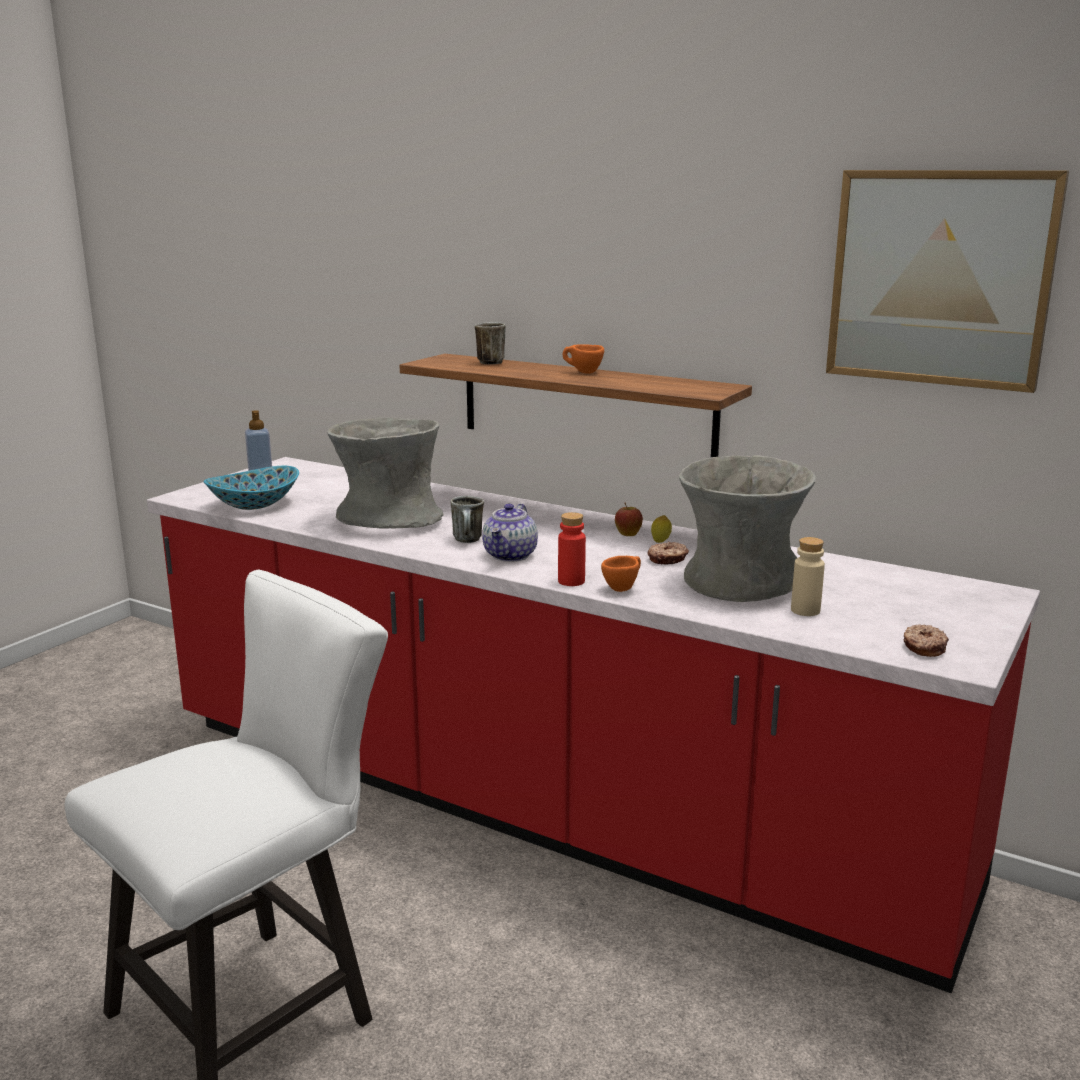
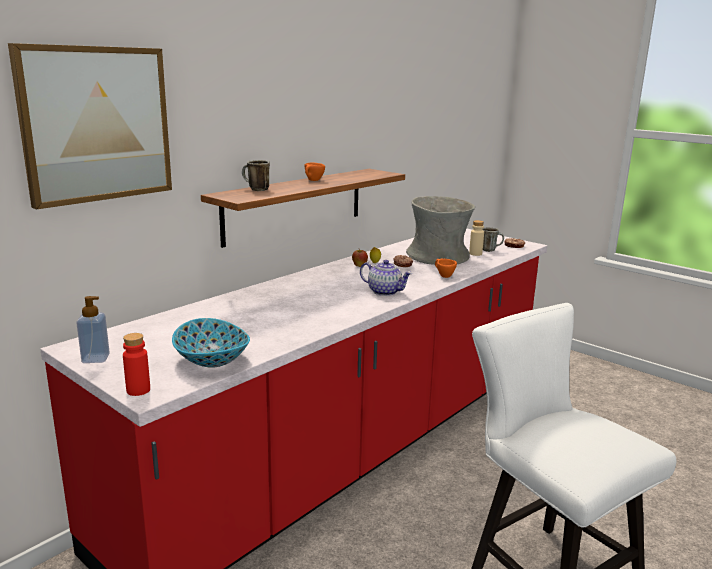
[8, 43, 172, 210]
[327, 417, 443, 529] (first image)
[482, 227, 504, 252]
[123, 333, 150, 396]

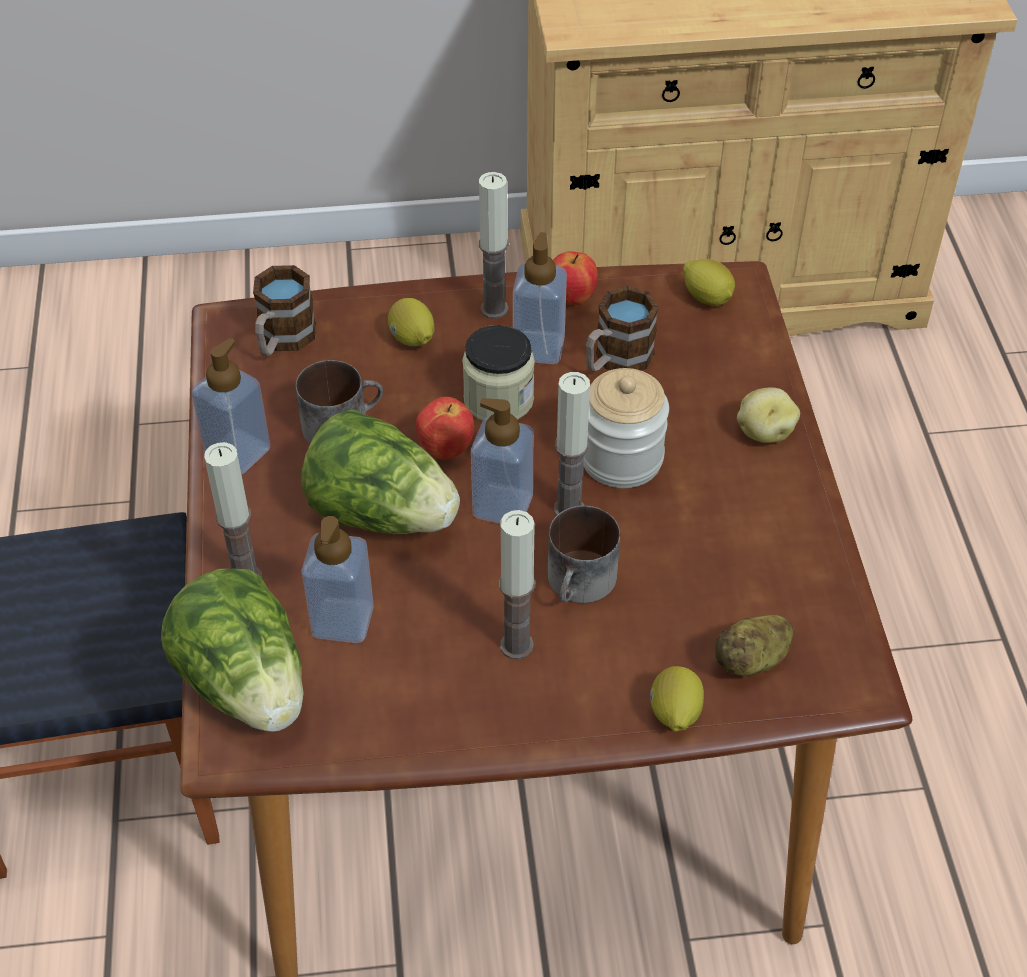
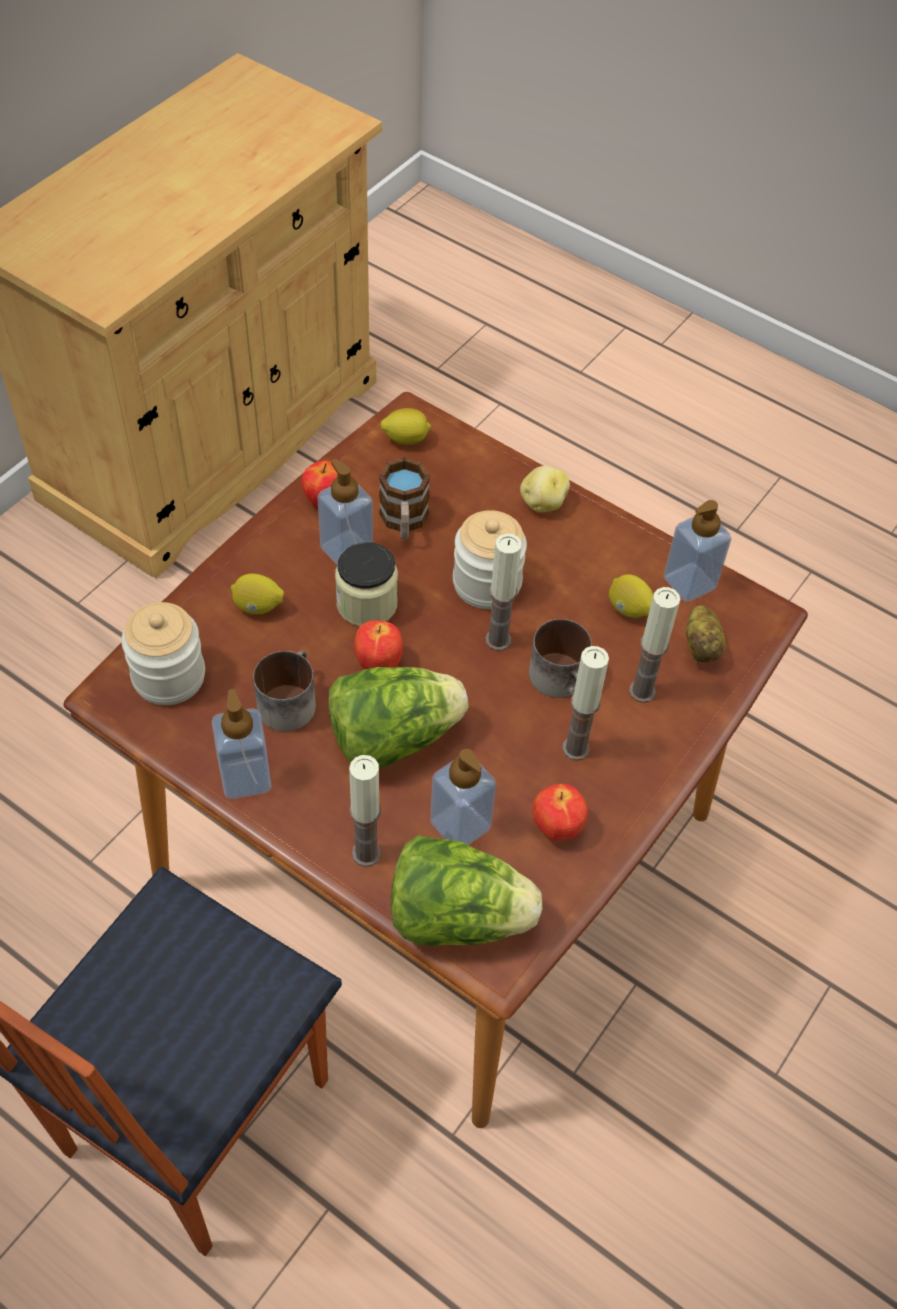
[629, 587, 681, 703]
[121, 602, 205, 705]
[664, 500, 731, 602]
[609, 574, 653, 618]
[532, 784, 588, 841]

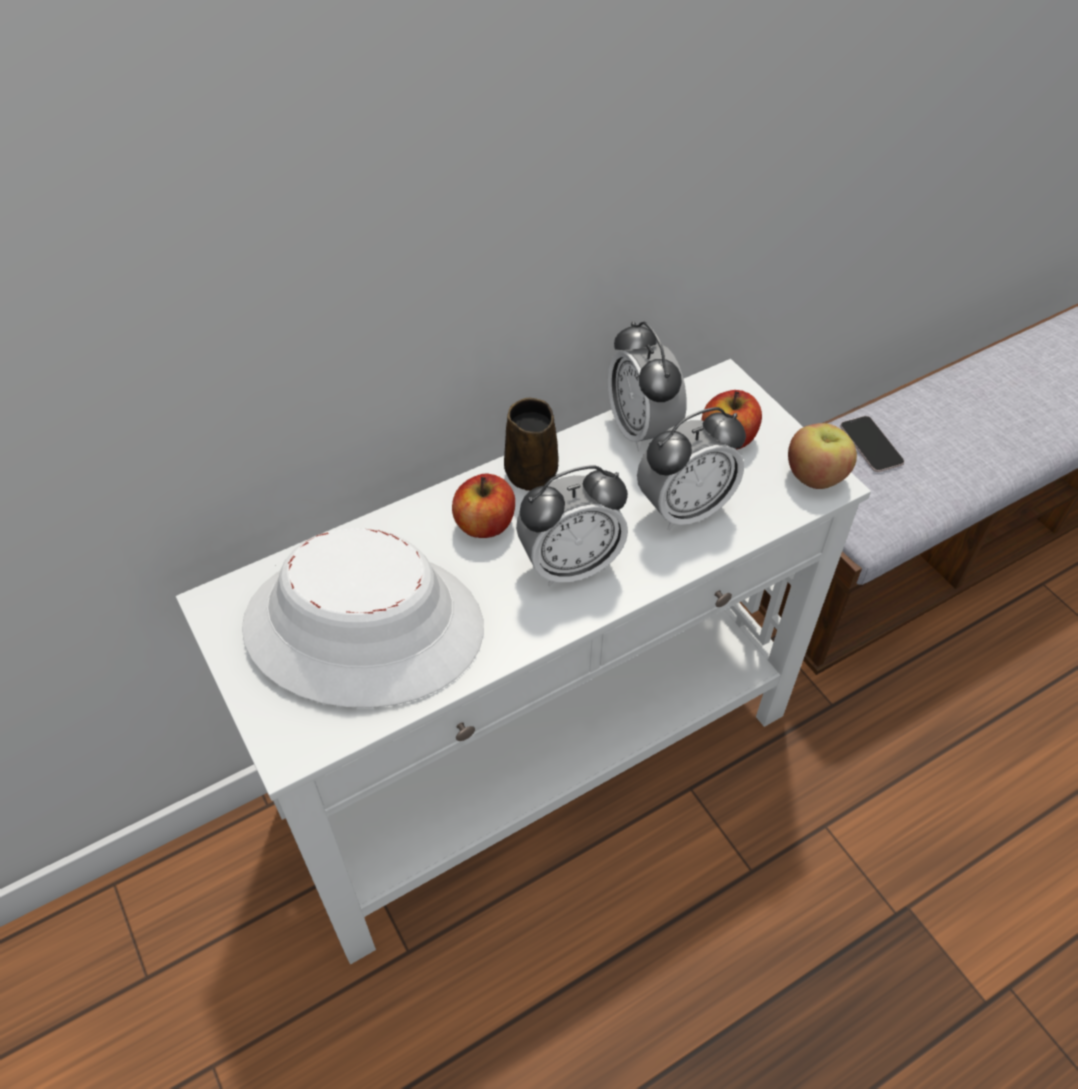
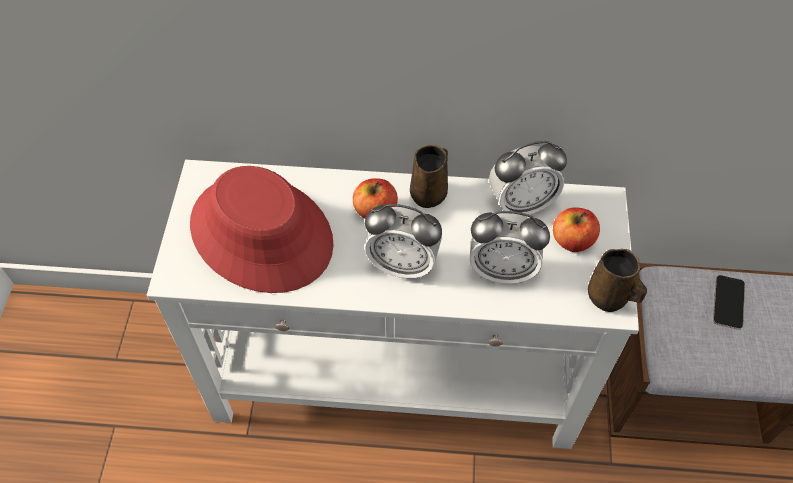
[489, 141, 567, 215]
[588, 249, 647, 312]
[190, 166, 334, 293]

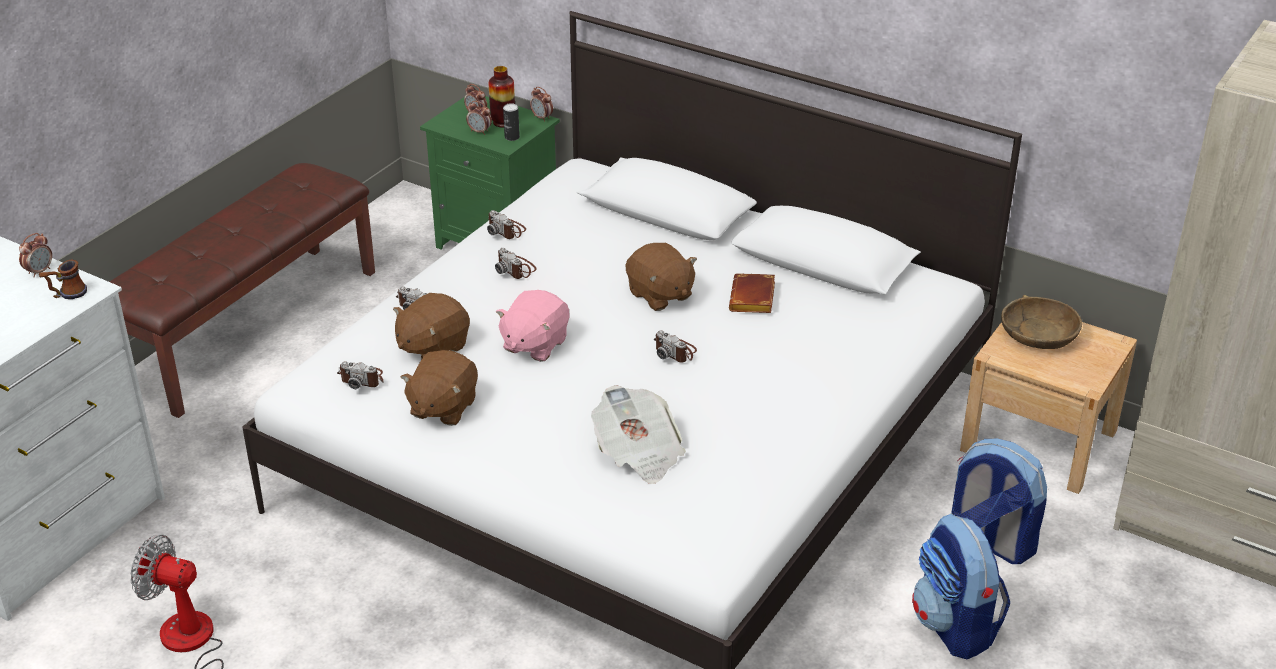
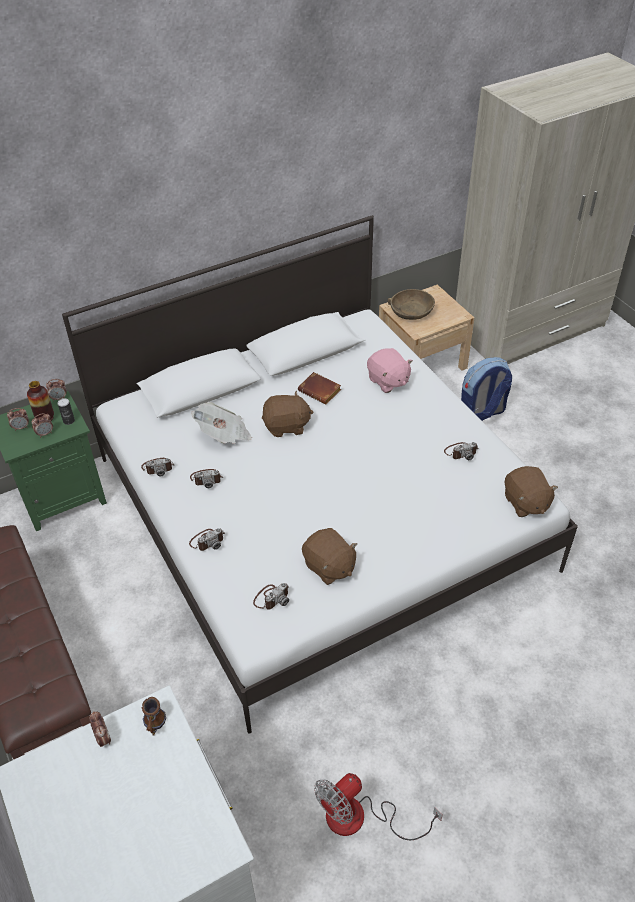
[367, 348, 413, 393]
[505, 466, 558, 517]
[444, 442, 478, 460]
[191, 402, 252, 444]
[912, 513, 1010, 659] (first image)

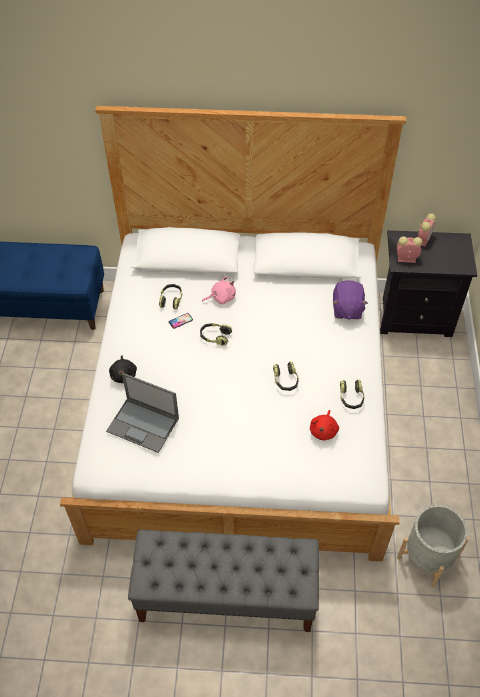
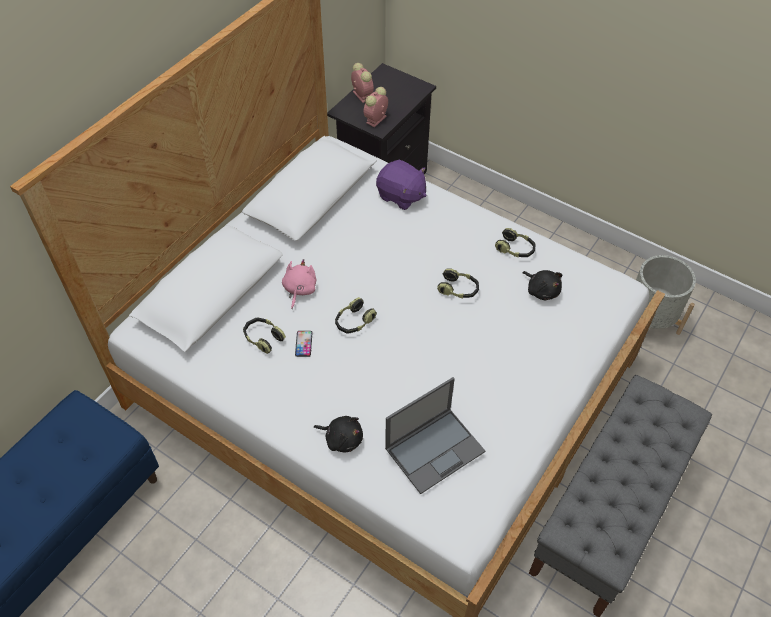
[522, 270, 562, 300]

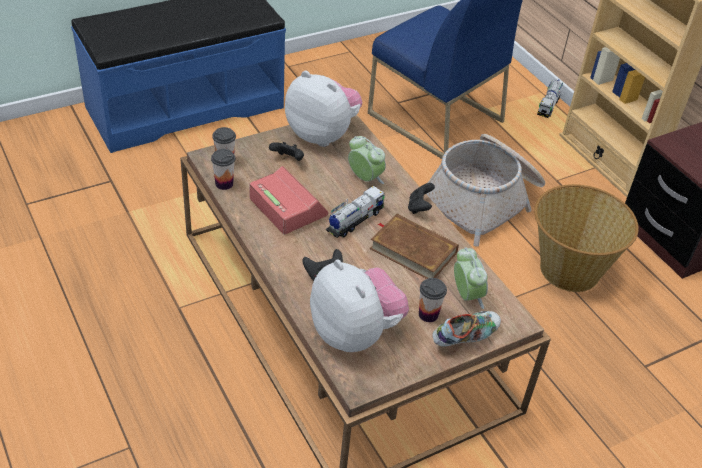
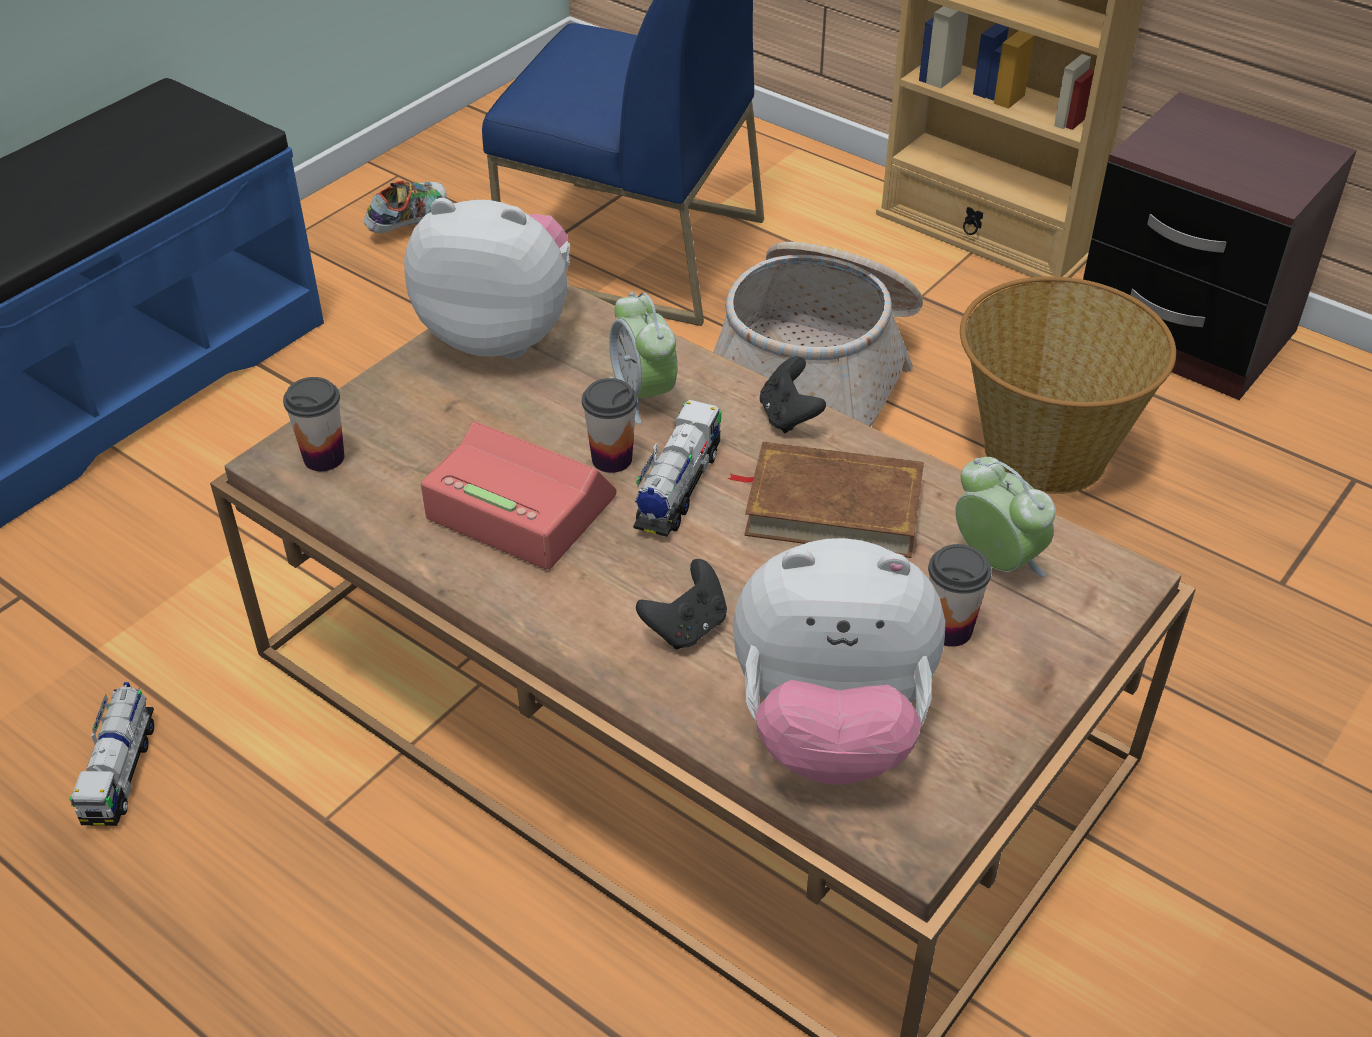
[70, 682, 154, 826]
[609, 292, 677, 424]
[269, 142, 304, 161] (first image)
[582, 378, 637, 473]
[733, 538, 945, 785]
[364, 180, 447, 233]

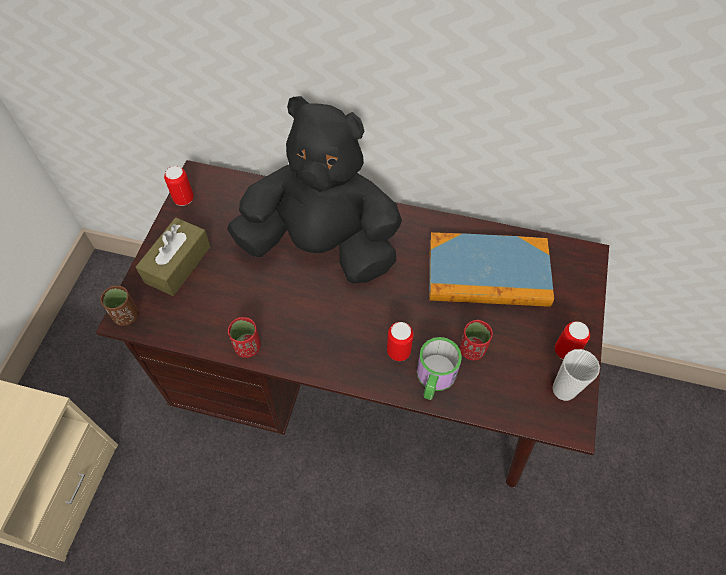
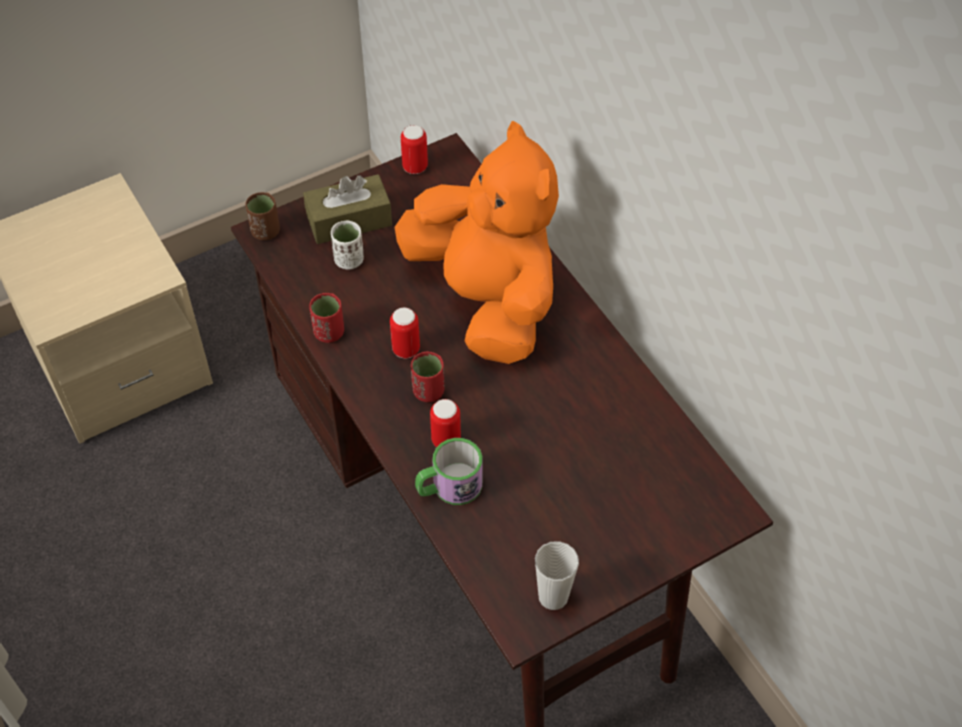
[394, 121, 559, 364]
[429, 232, 554, 307] (first image)
[411, 352, 445, 402]
[390, 307, 420, 359]
[331, 220, 364, 269]

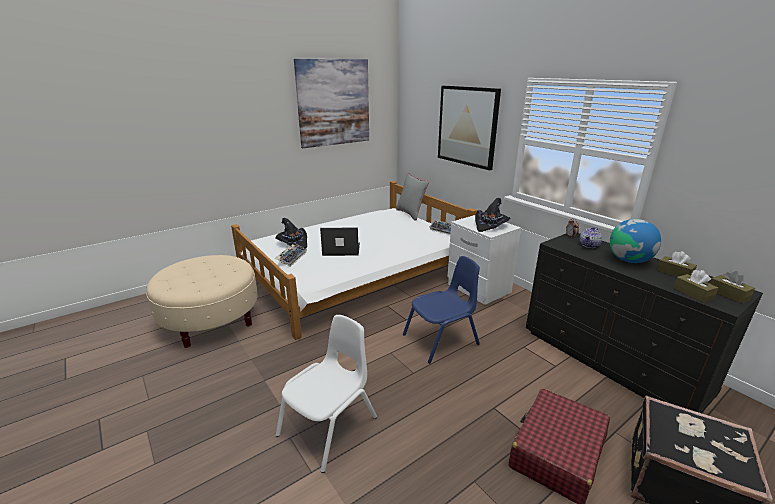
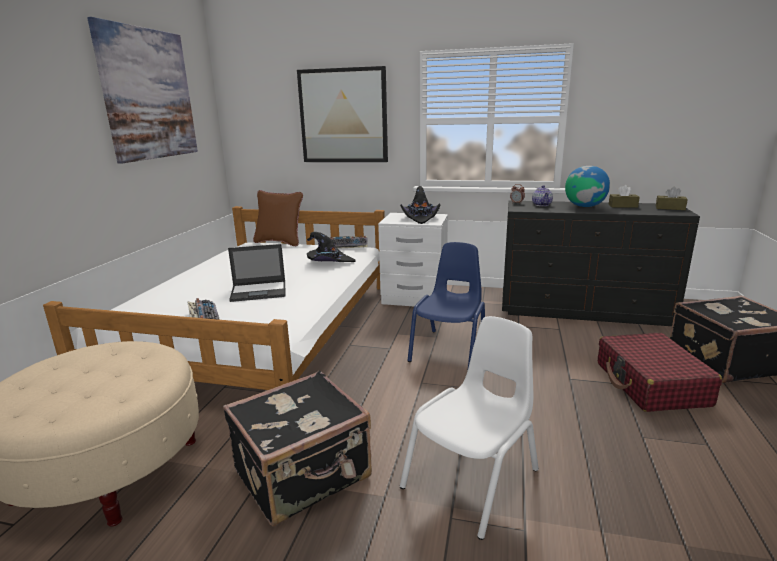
[253, 190, 303, 246]
[307, 232, 356, 262]
[228, 244, 285, 302]
[673, 270, 718, 302] (first image)
[400, 316, 539, 540]
[223, 371, 372, 526]

